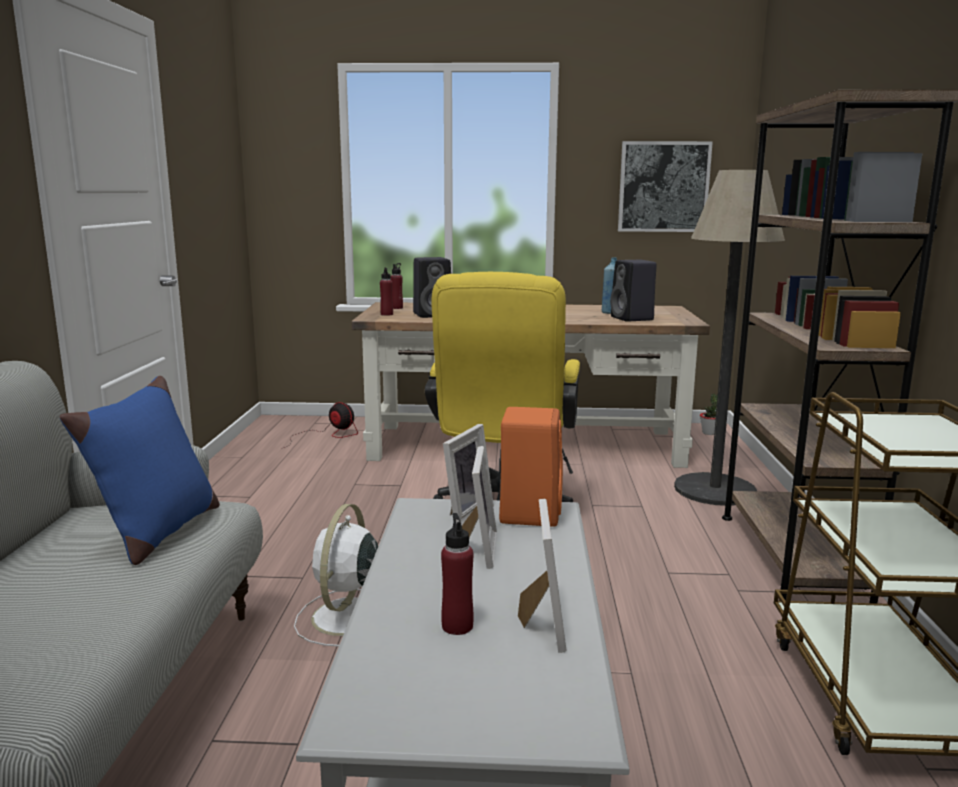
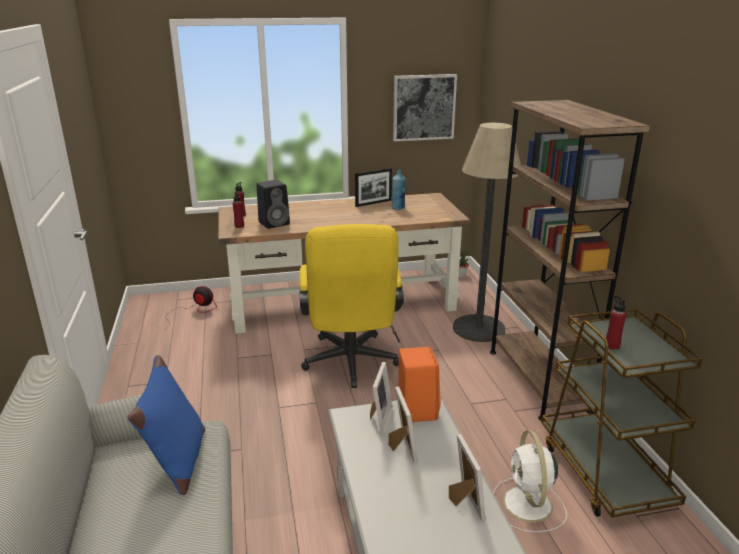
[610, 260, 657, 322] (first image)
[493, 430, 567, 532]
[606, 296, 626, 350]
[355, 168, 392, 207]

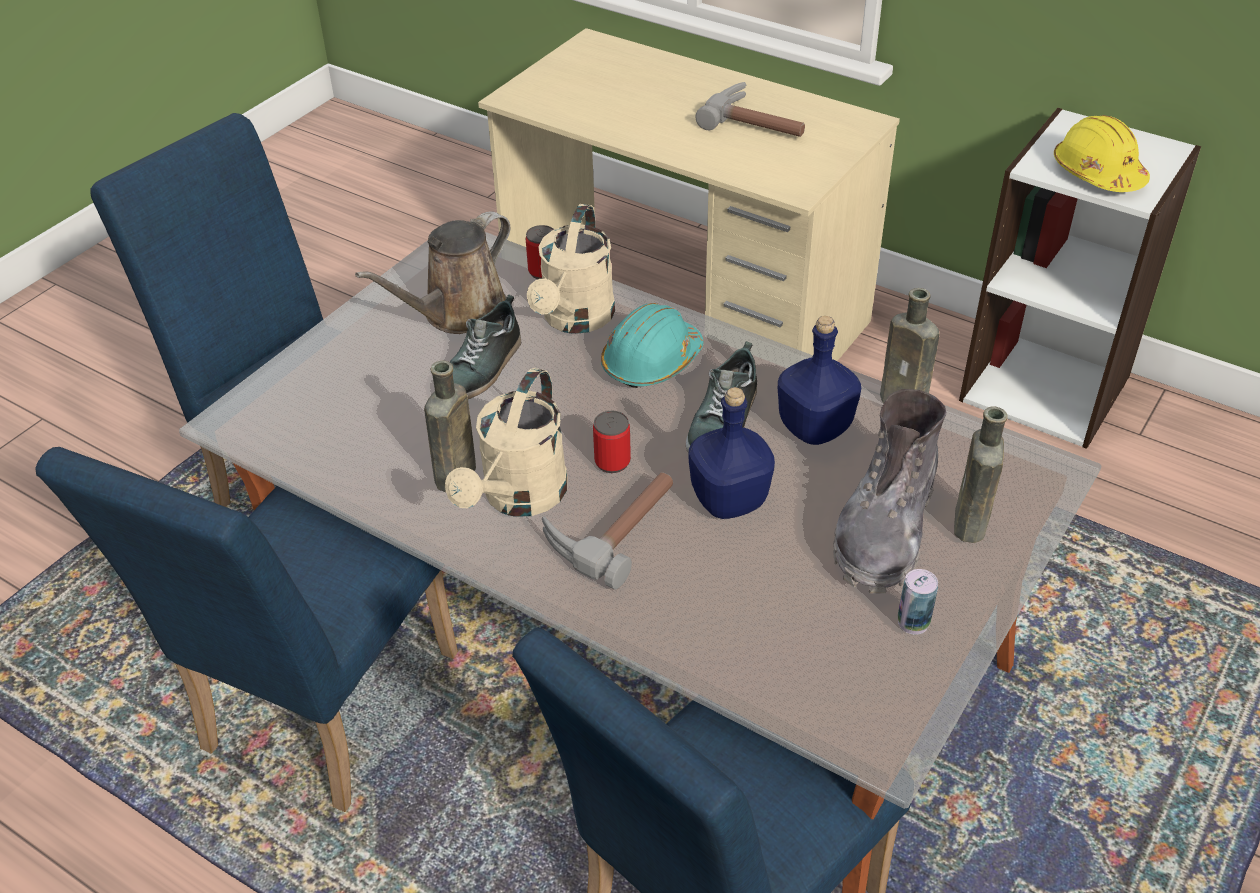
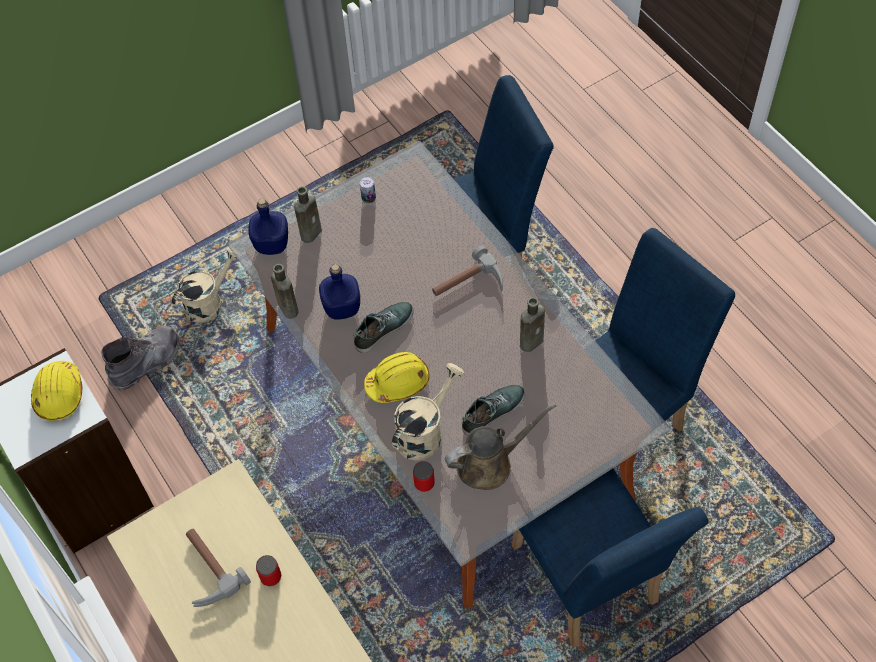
[364, 352, 430, 403]
[172, 247, 237, 323]
[248, 199, 288, 255]
[102, 326, 181, 392]
[256, 555, 281, 586]

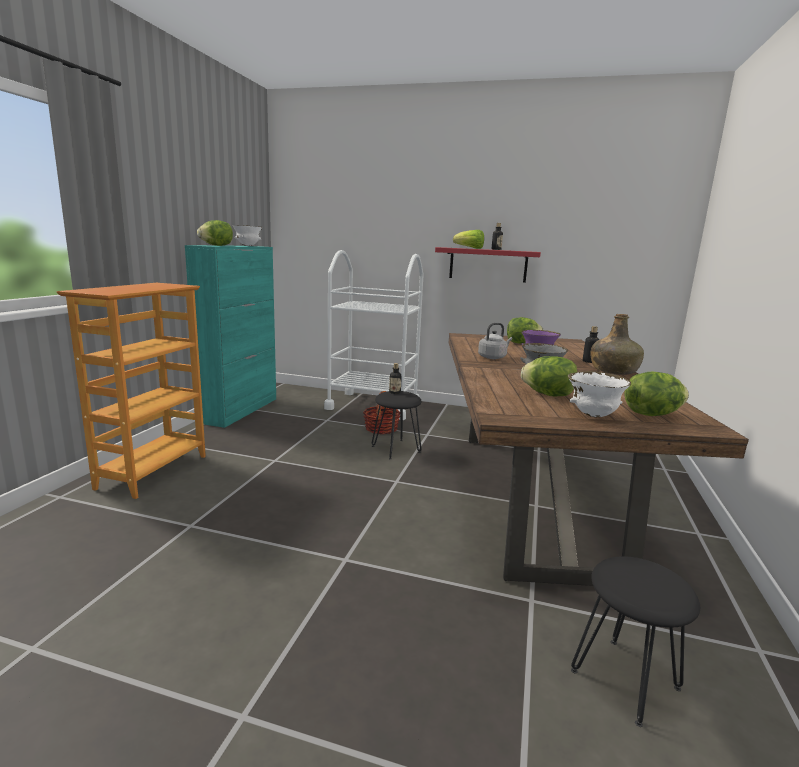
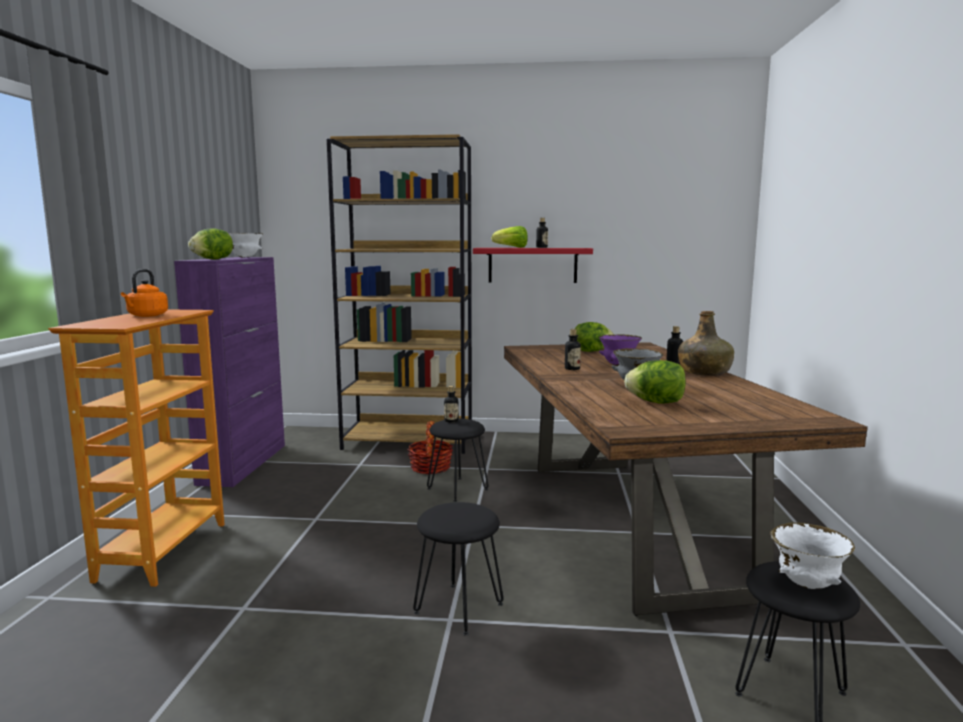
[174, 257, 285, 487]
[327, 134, 472, 454]
[565, 329, 581, 370]
[770, 522, 855, 589]
[625, 372, 689, 416] (first image)
[121, 269, 168, 317]
[413, 502, 504, 635]

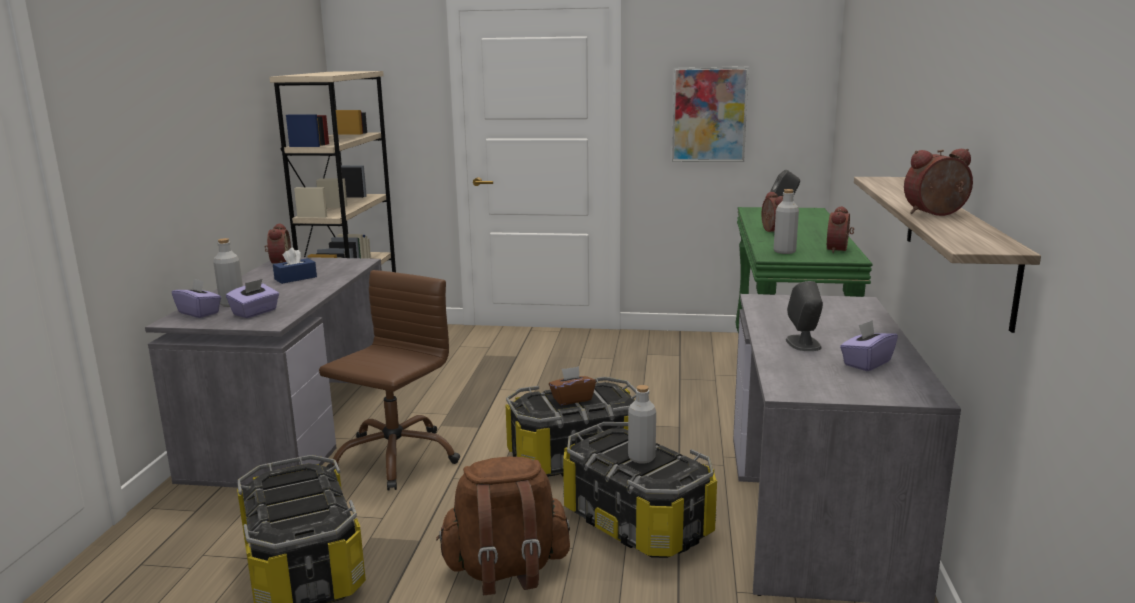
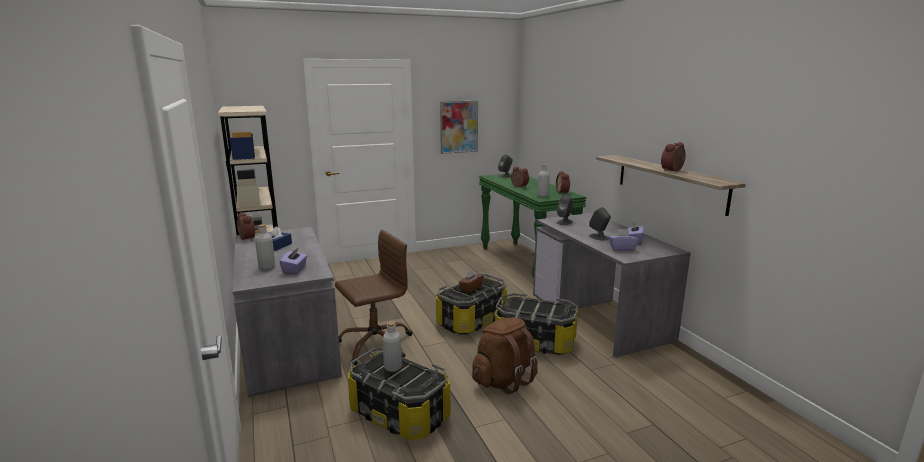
[335, 230, 413, 365]
[609, 229, 639, 251]
[383, 321, 402, 372]
[557, 195, 573, 225]

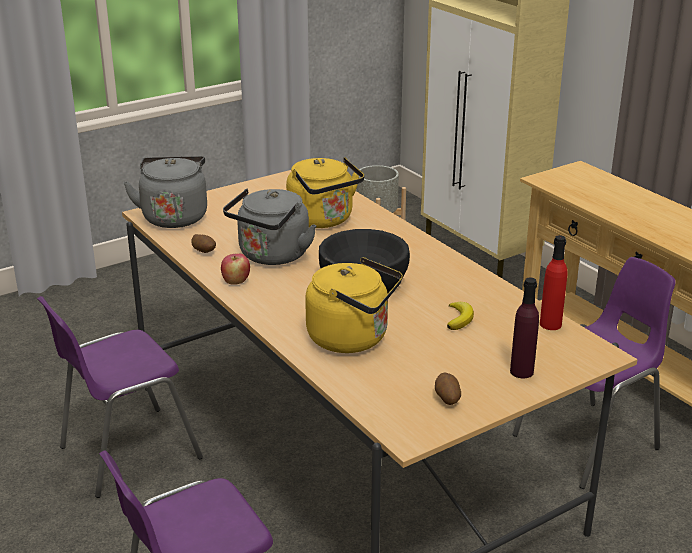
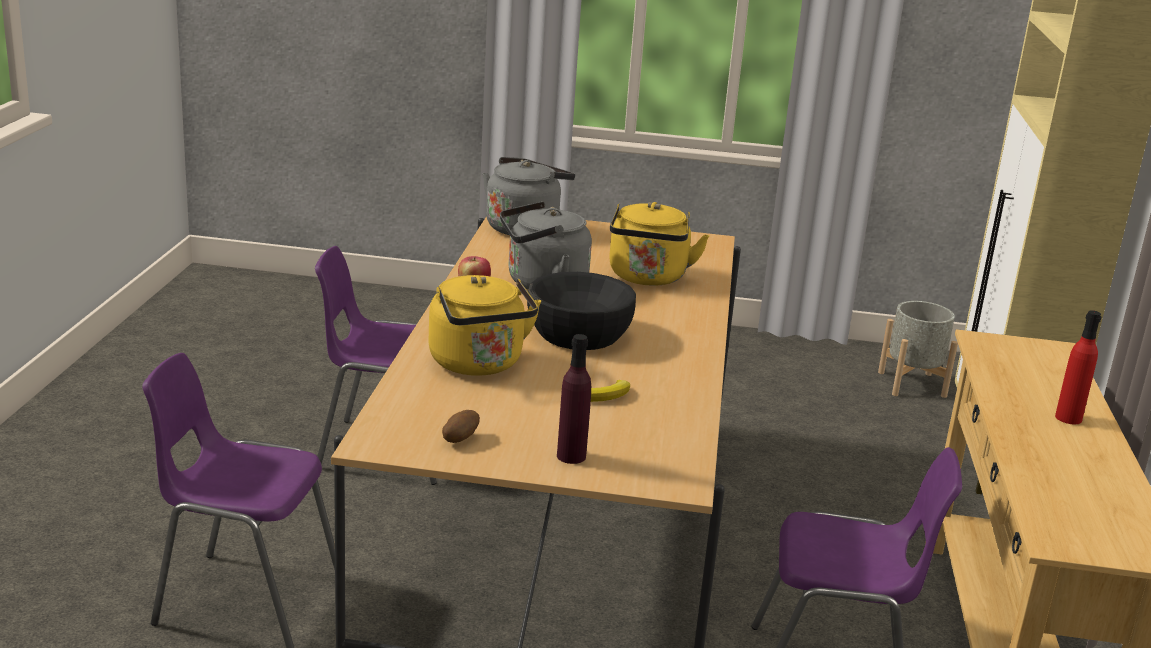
[191, 234, 216, 253] (first image)
[1055, 310, 1101, 424]

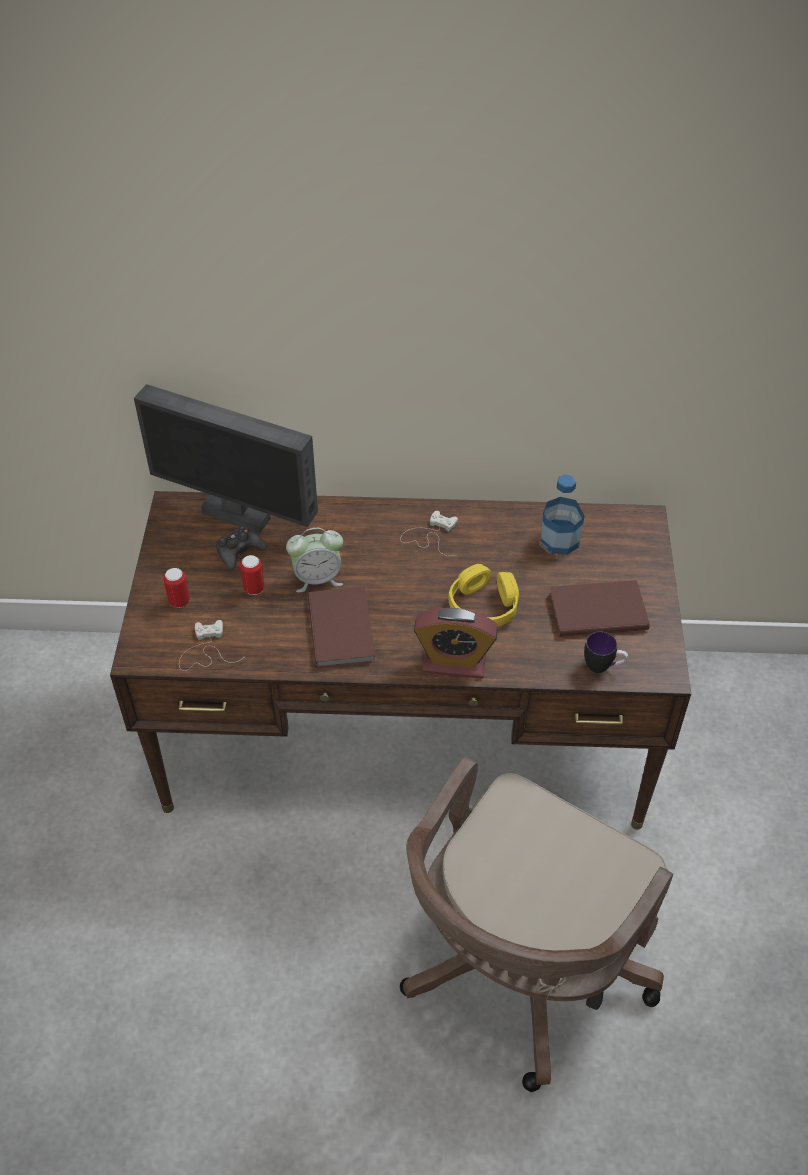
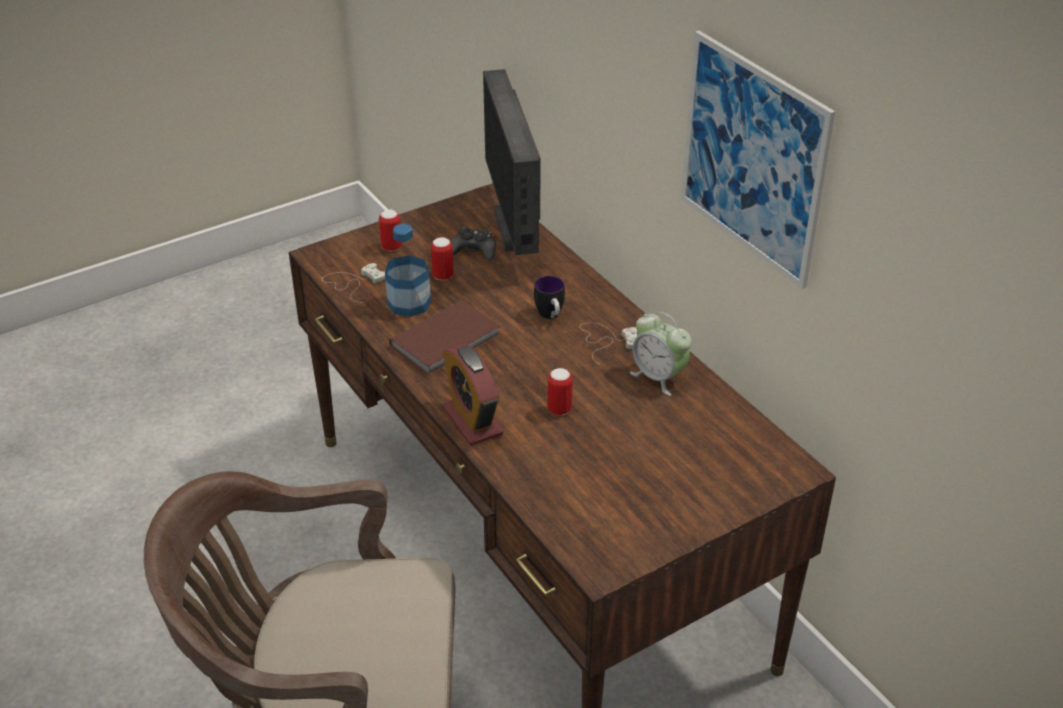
[385, 224, 431, 317]
[630, 312, 692, 396]
[547, 368, 573, 415]
[549, 580, 650, 637] (first image)
[534, 276, 565, 319]
[681, 31, 835, 289]

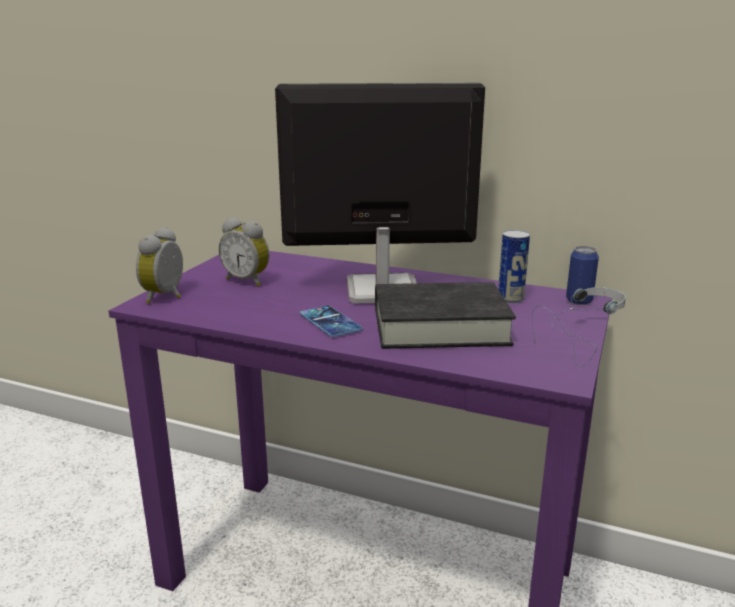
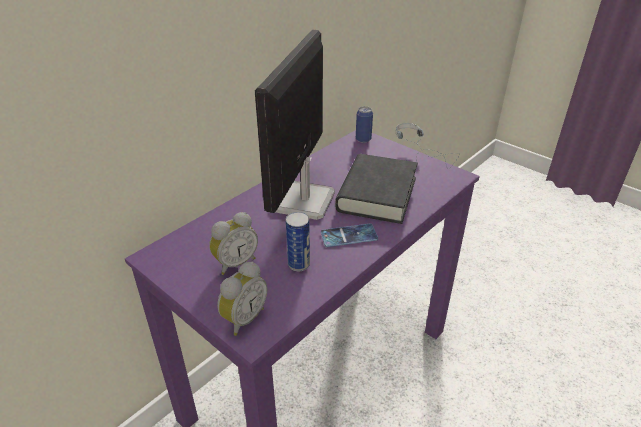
[217, 262, 268, 336]
[286, 212, 310, 271]

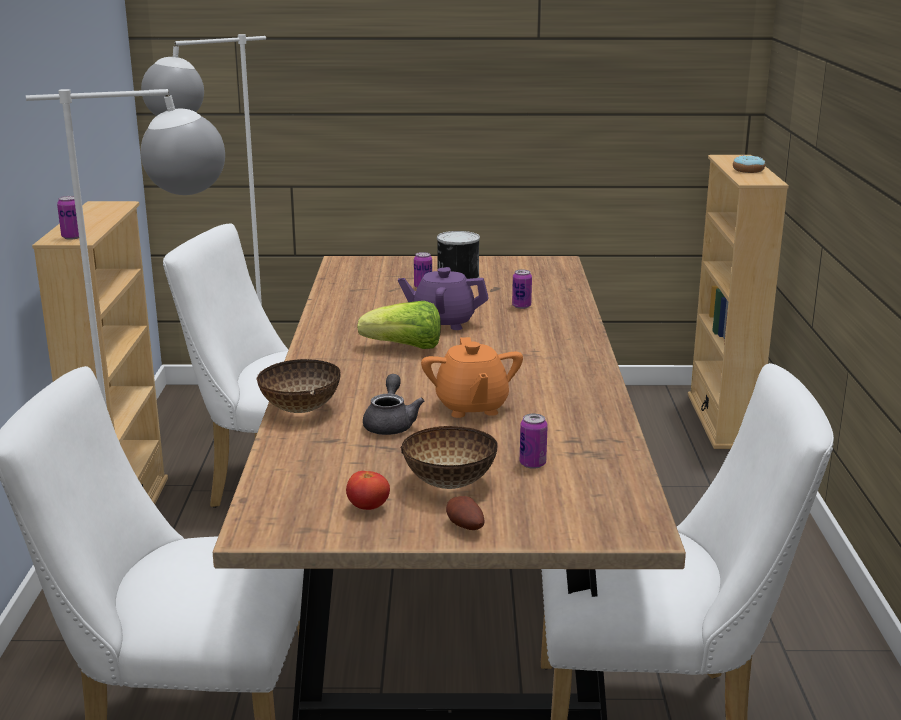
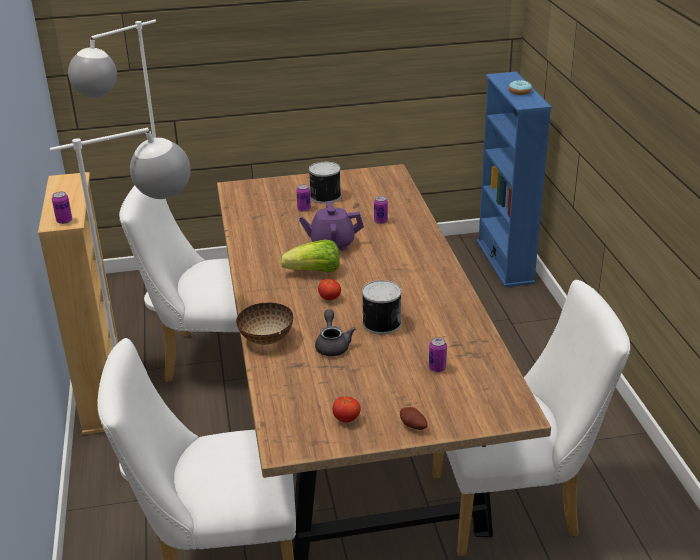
[476, 72, 552, 287]
[362, 280, 402, 335]
[400, 426, 498, 489] (first image)
[318, 279, 341, 300]

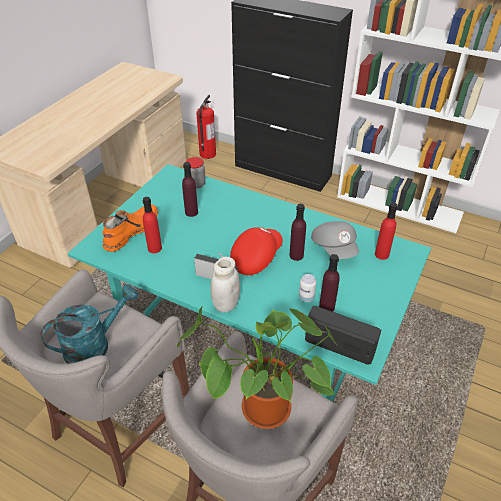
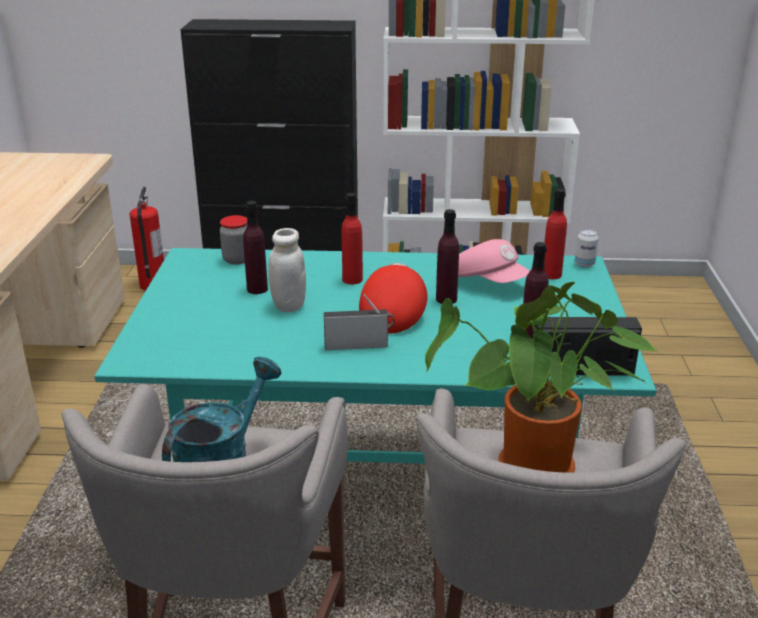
[342, 193, 363, 284]
[102, 204, 158, 252] (first image)
[458, 239, 530, 283]
[268, 228, 306, 312]
[575, 229, 598, 268]

